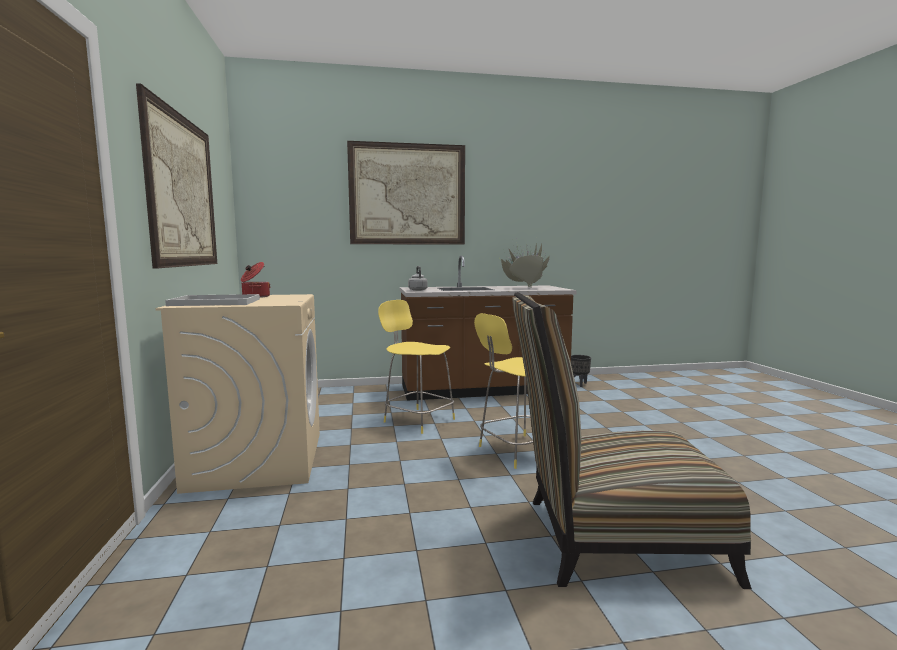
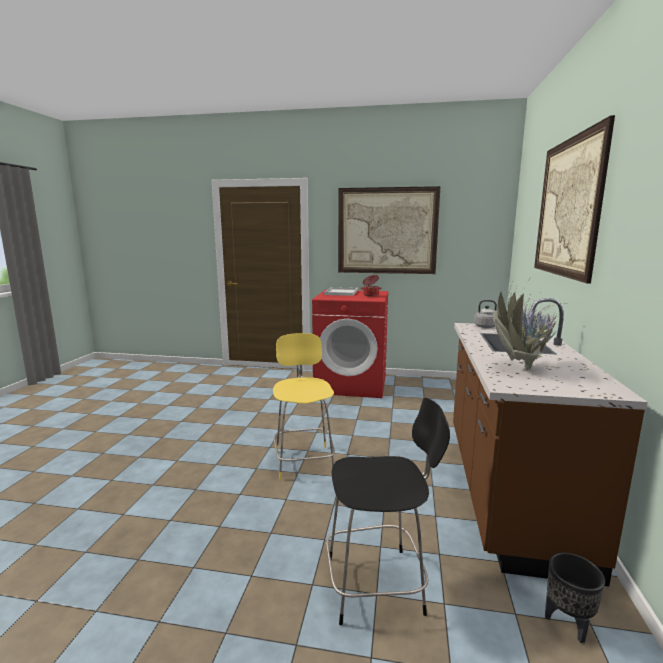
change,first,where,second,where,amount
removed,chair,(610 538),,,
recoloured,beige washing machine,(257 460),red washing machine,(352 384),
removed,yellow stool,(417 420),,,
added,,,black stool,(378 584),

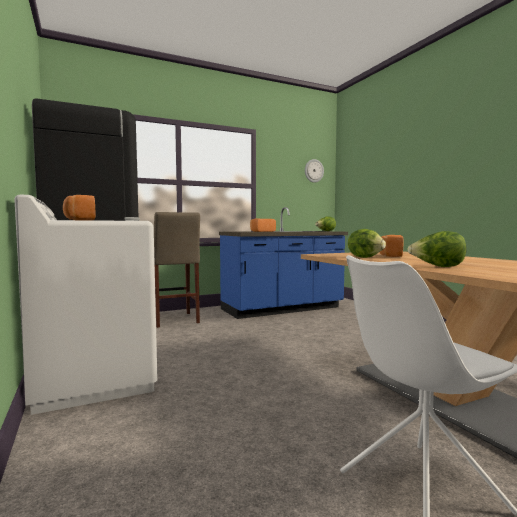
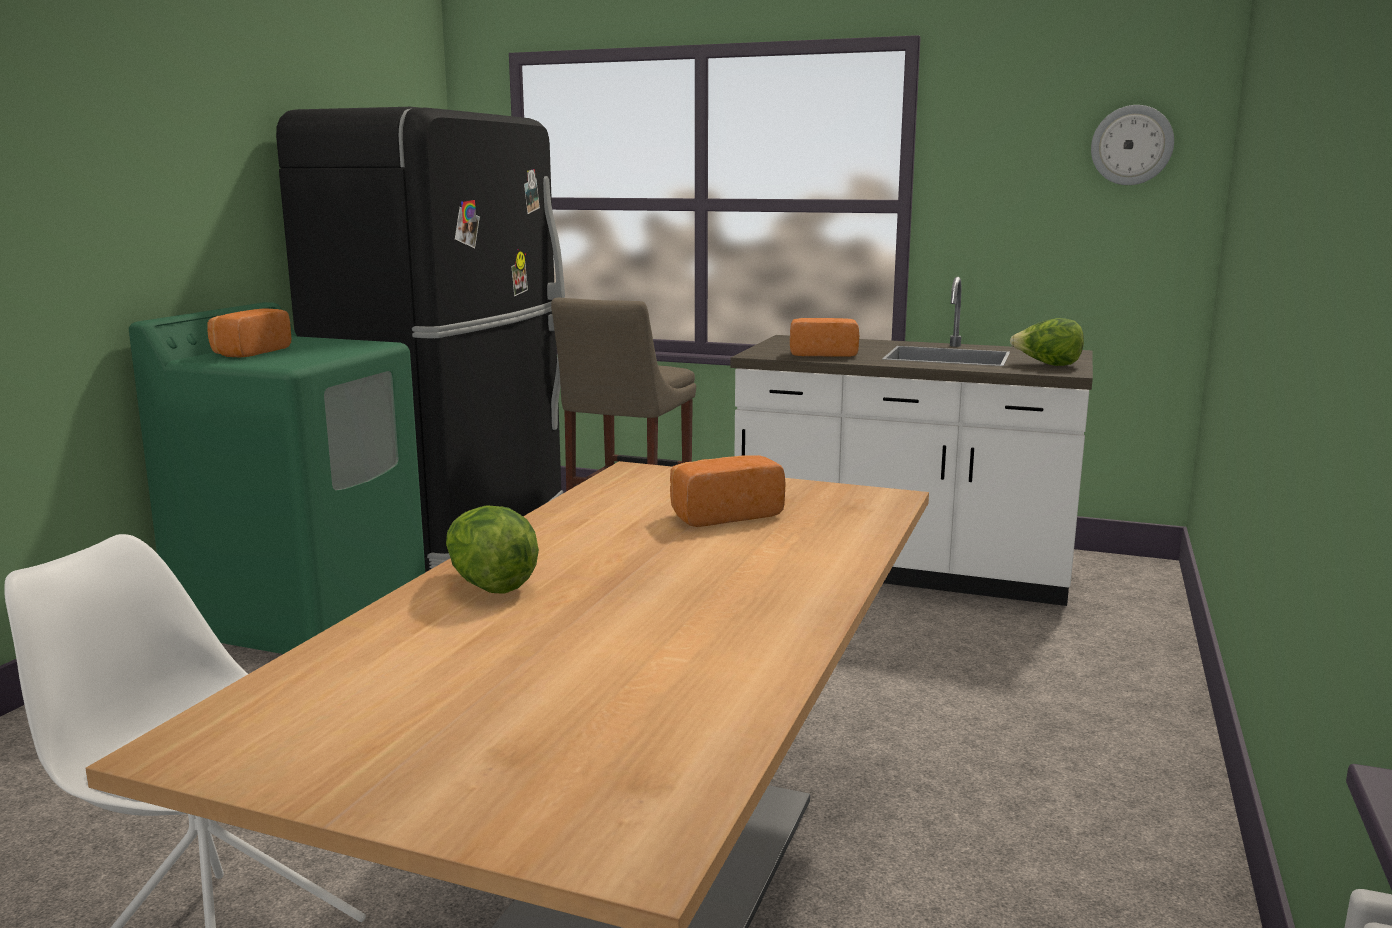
change,first,where,second,where,amount
recoloured,white washing machine,(94 380),green washing machine,(305 613),
recoloured,blue counter,(282 309),white counter,(903 568),
removed,lettuce,(365 257),,,

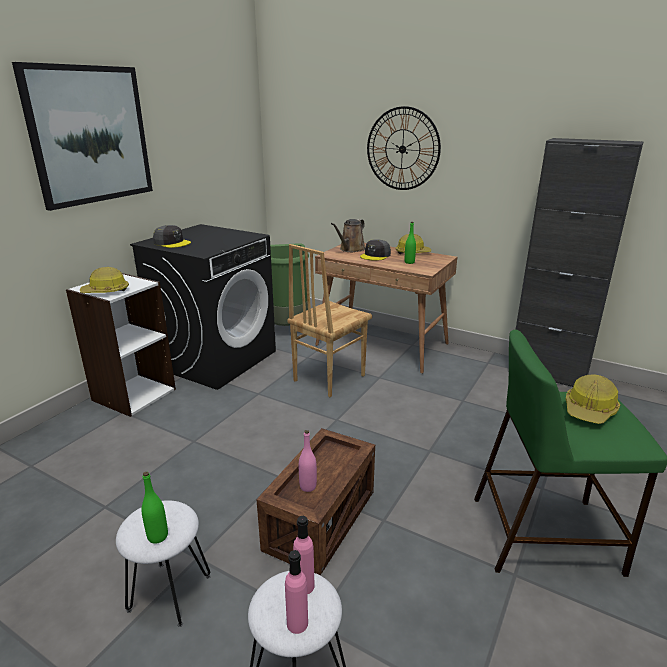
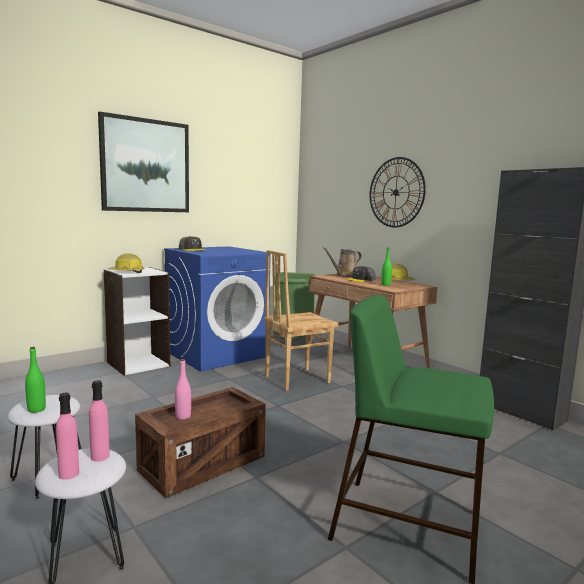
change,first,where,second,where,amount
recoloured,black washing machine,(216 359),blue washing machine,(217 354),
removed,hard hat,(589 410),,,

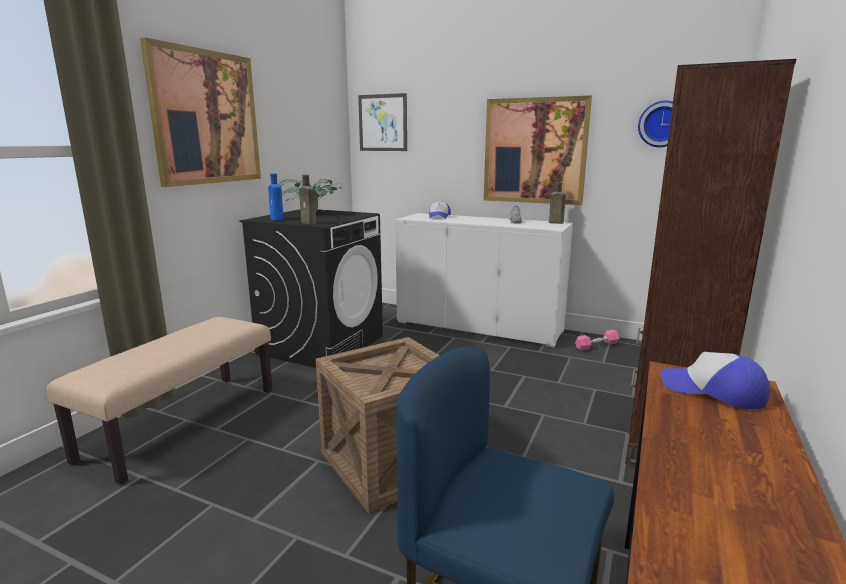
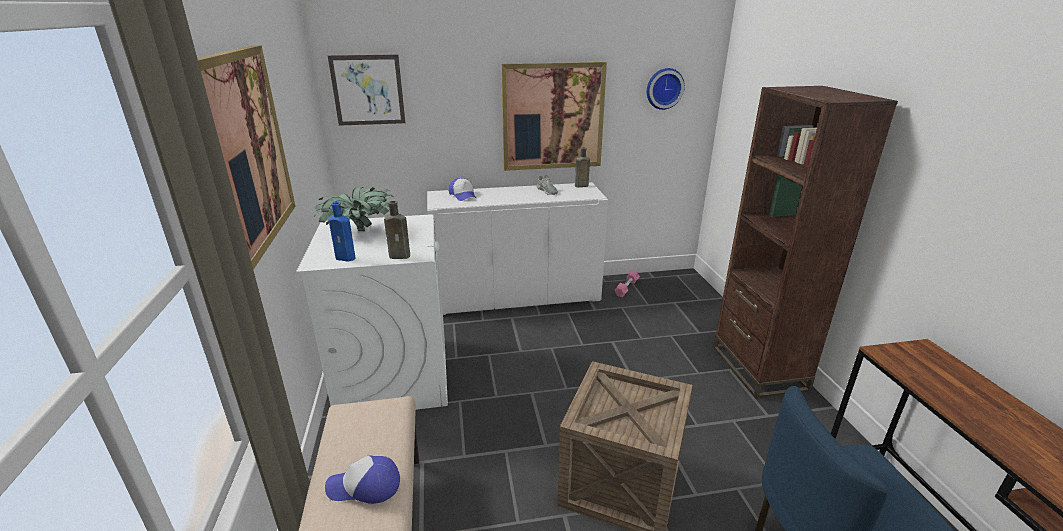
change,first,where,second,where,amount
recoloured,black washing machine,(322 345),white washing machine,(394 375),
moved,cap,(713 391),,(365 486),

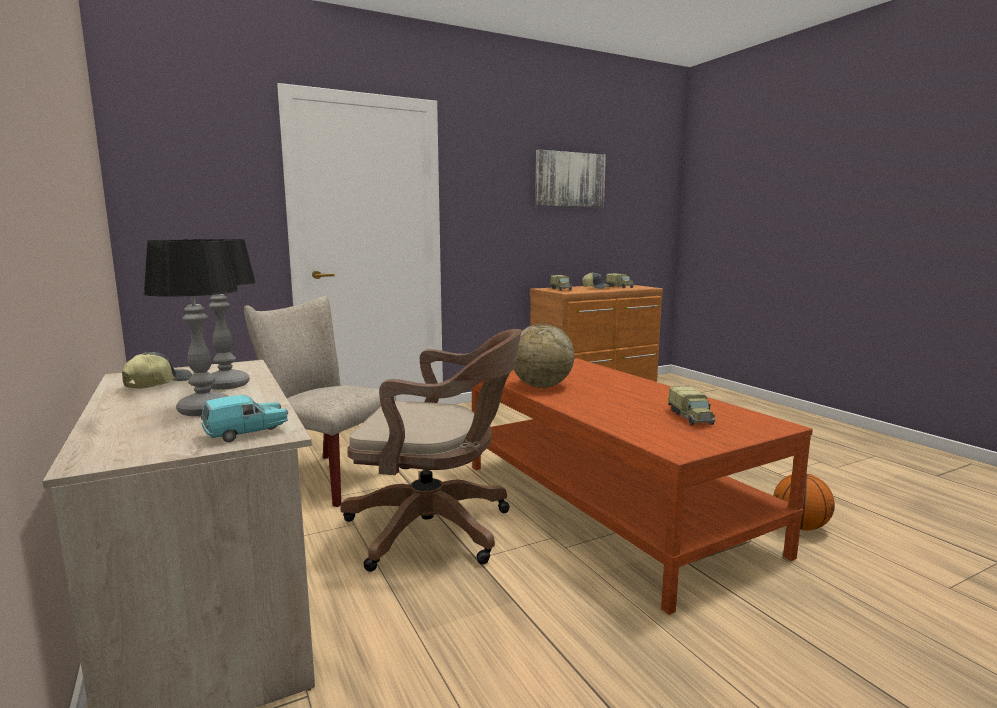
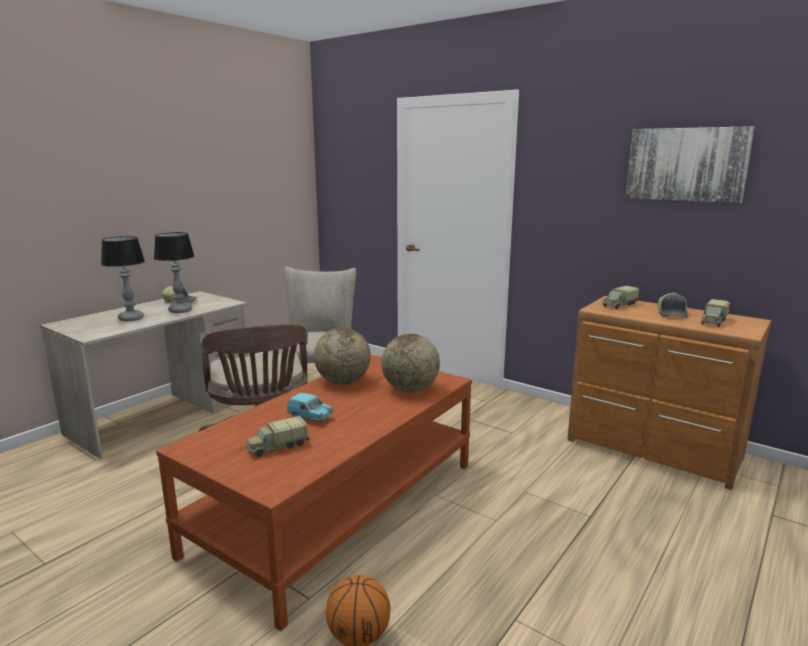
change,first,where,second,where,amount
moved,turquoise toy car,(246 433),,(310 417),
added,,,globe,(410 389),

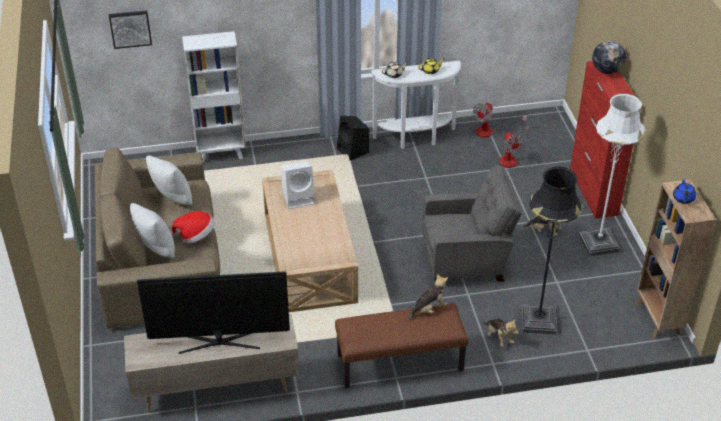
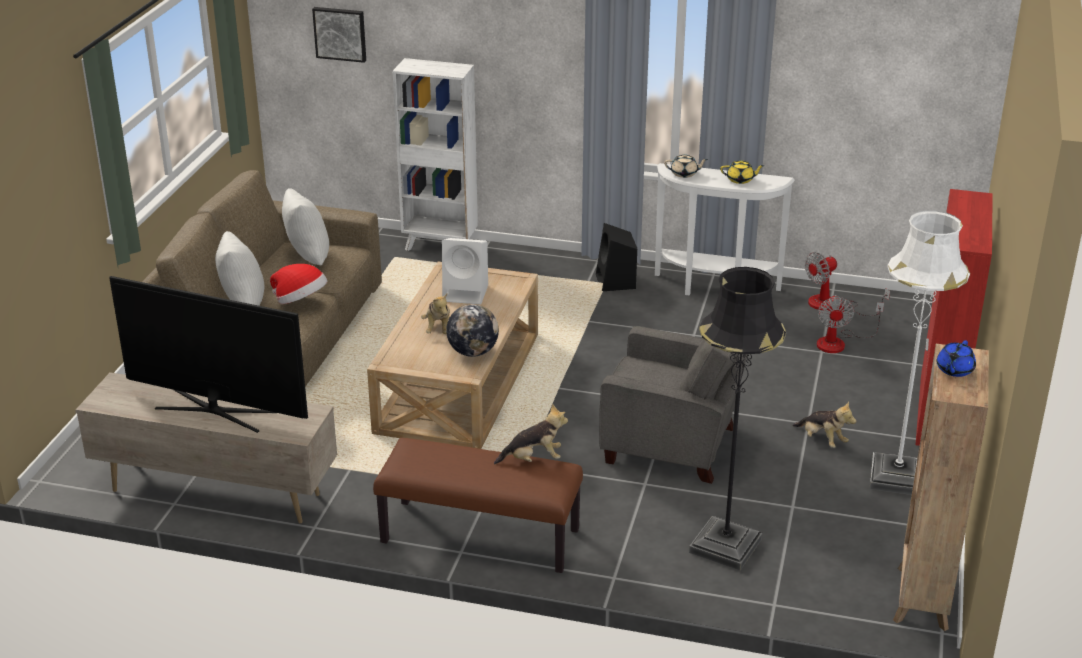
change,first,where,second,where,amount
moved,globe,(606 71),,(473 352),
moved,plush toy,(499 338),,(438 328),

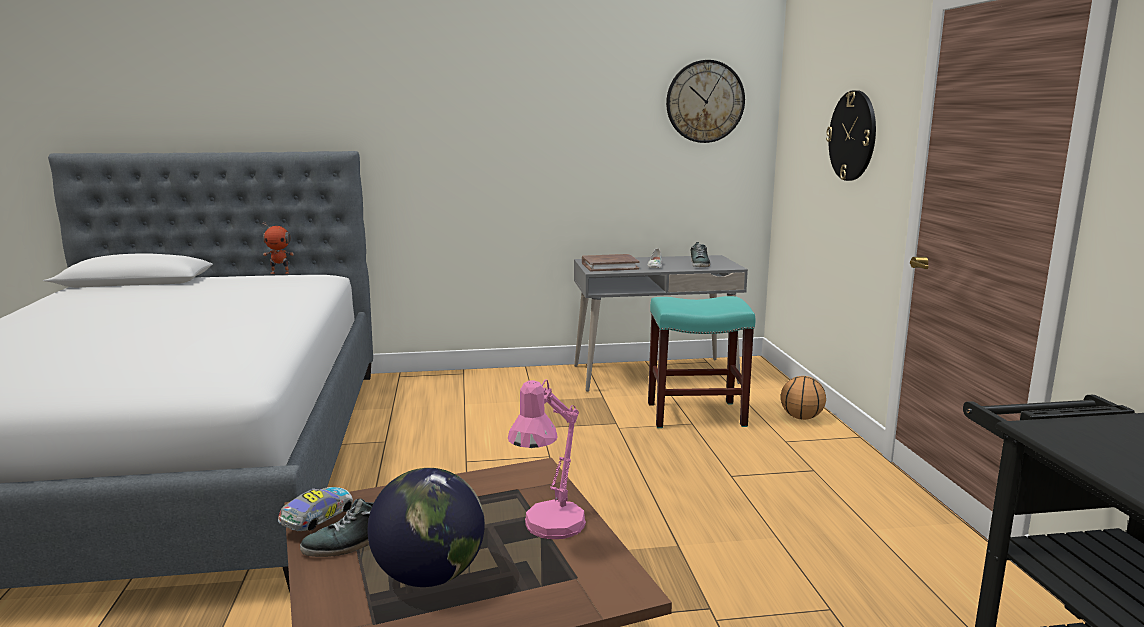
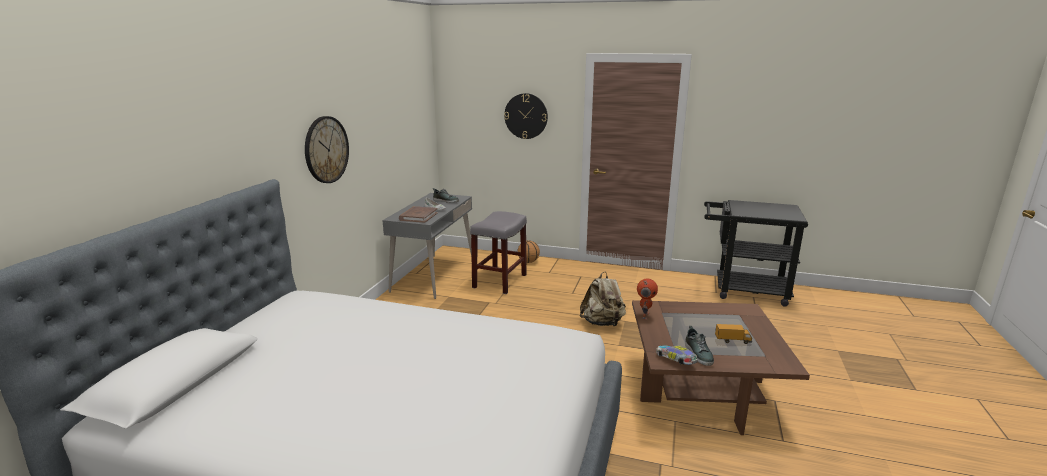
change,first,where,second,where,amount
moved,wall clock,(705 101),,(326 149),
moved,toy robot,(280 273),,(644 315),
recoloured,turquoise stool,(695 415),grey stool,(500 281),
removed,pink table lamp,(549 530),,,
replaced,globe,(430 576),toy truck,(732 341),
added,,,beige backpack,(602 323),

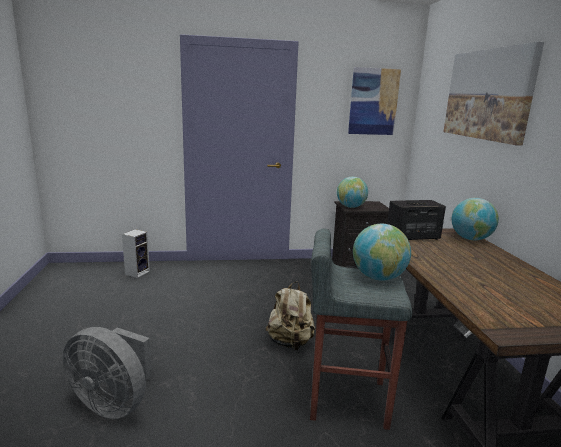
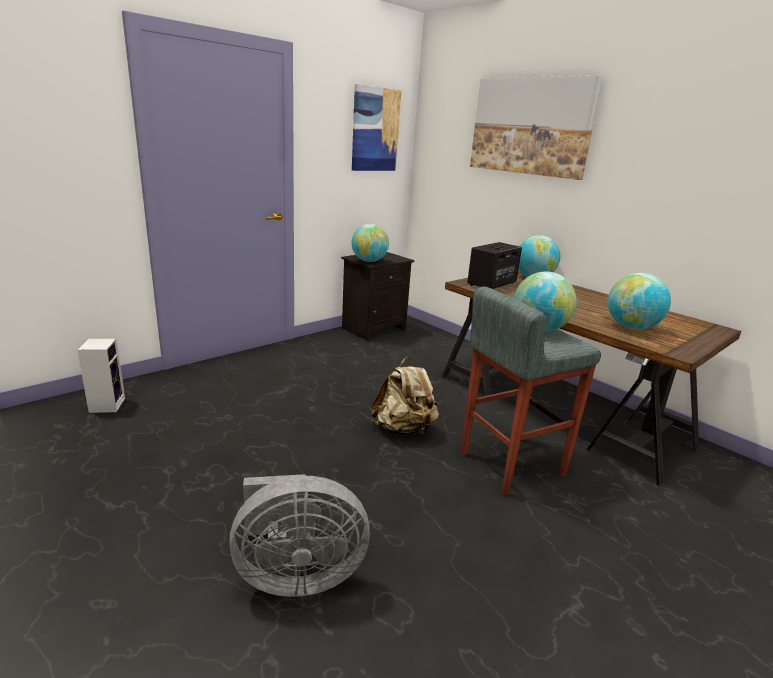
change,first,where,second,where,amount
added,,,globe,(631 327),

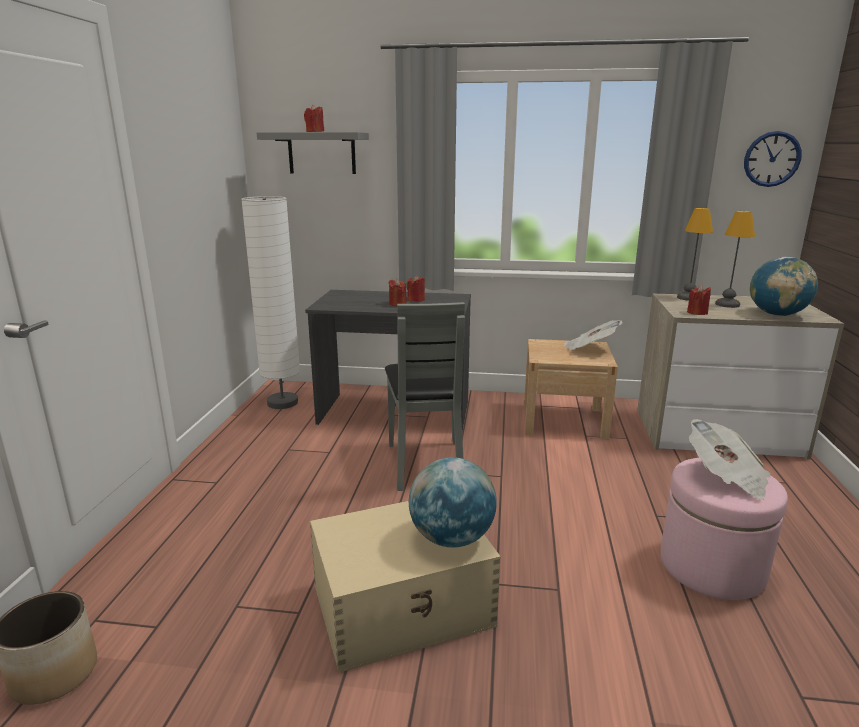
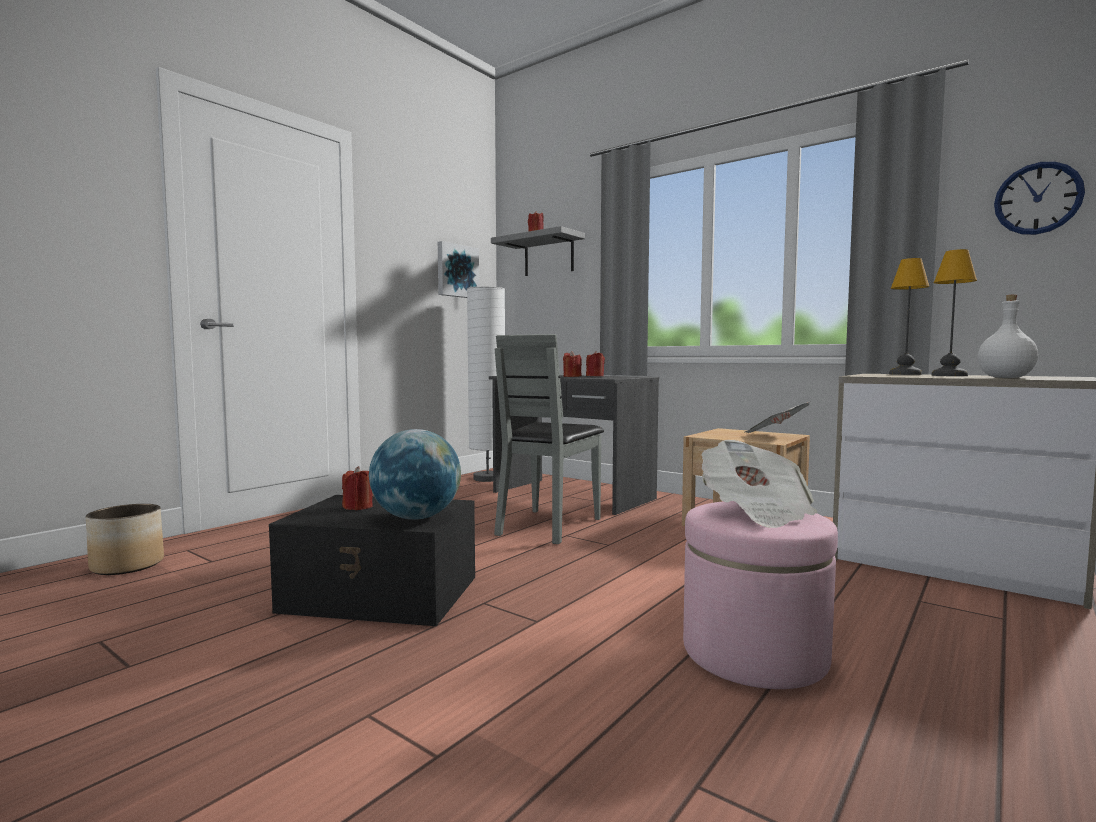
change,first,where,second,where,amount
replaced,globe,(777 315),white bottle,(1006 378),
moved,red candle,(697 313),,(358 507),
recoloured,beige storage box,(404 606),black storage box,(383 594),
added,,,picture,(456 271),

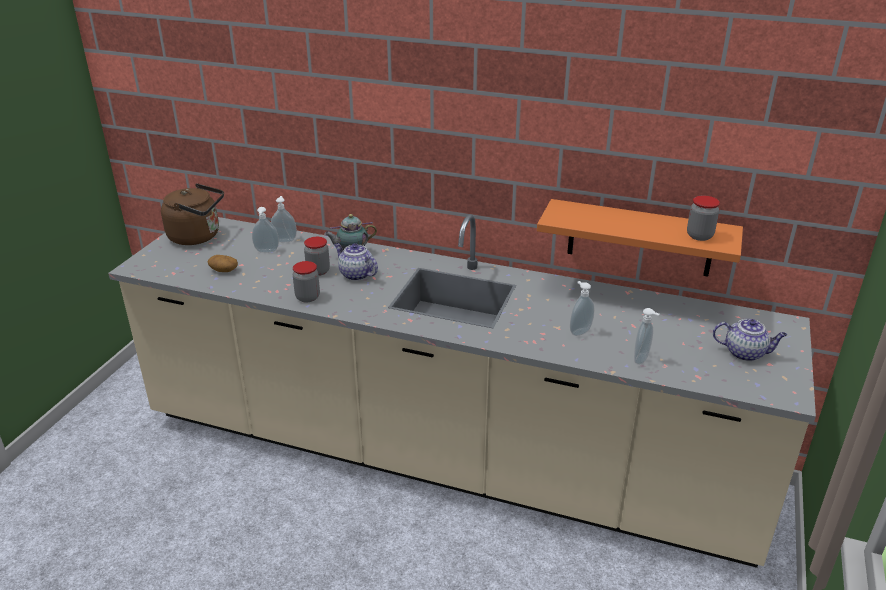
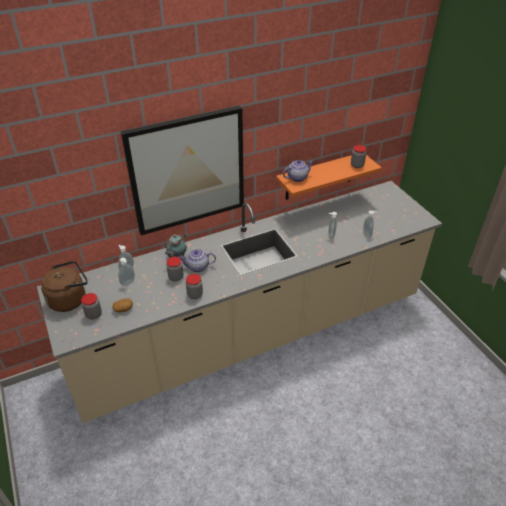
change,first,where,second,where,amount
moved,teapot,(745 353),,(297 177),
added,,,picture,(187 171),
added,,,jar,(94 314),

